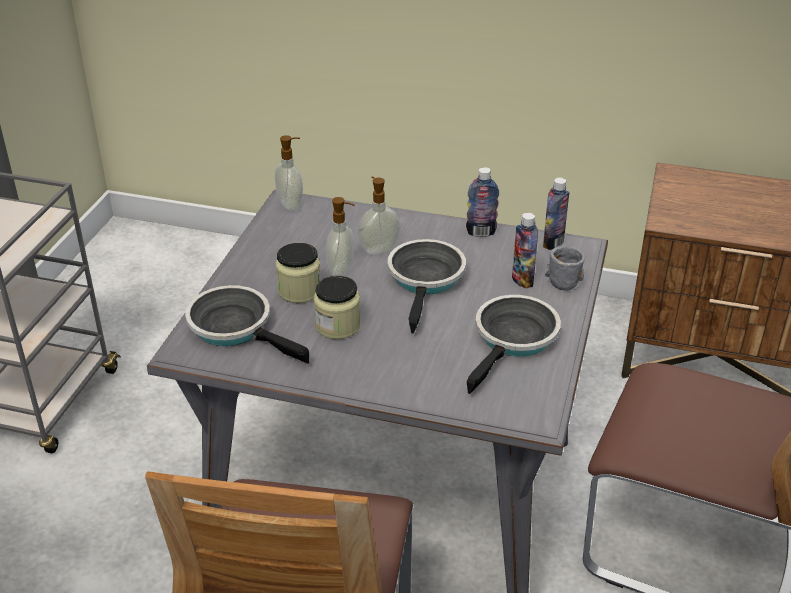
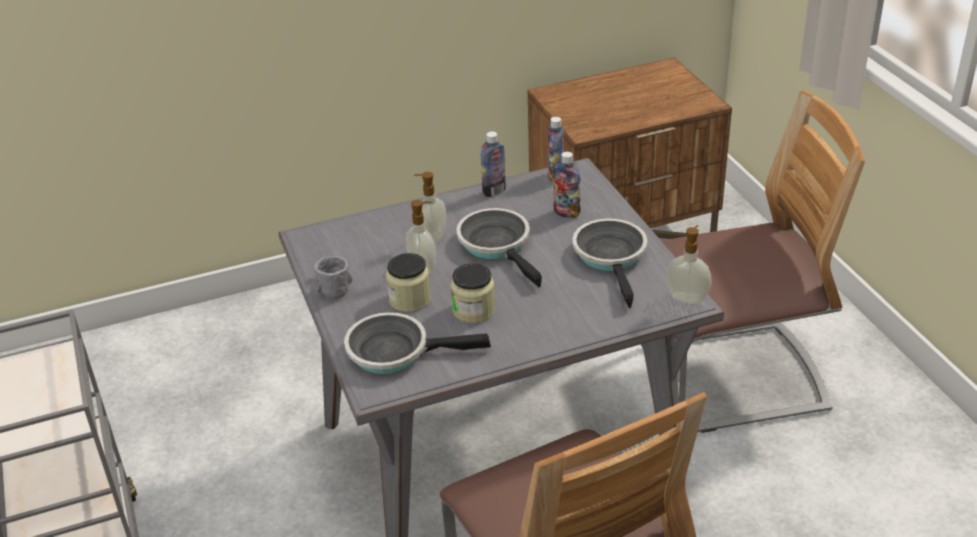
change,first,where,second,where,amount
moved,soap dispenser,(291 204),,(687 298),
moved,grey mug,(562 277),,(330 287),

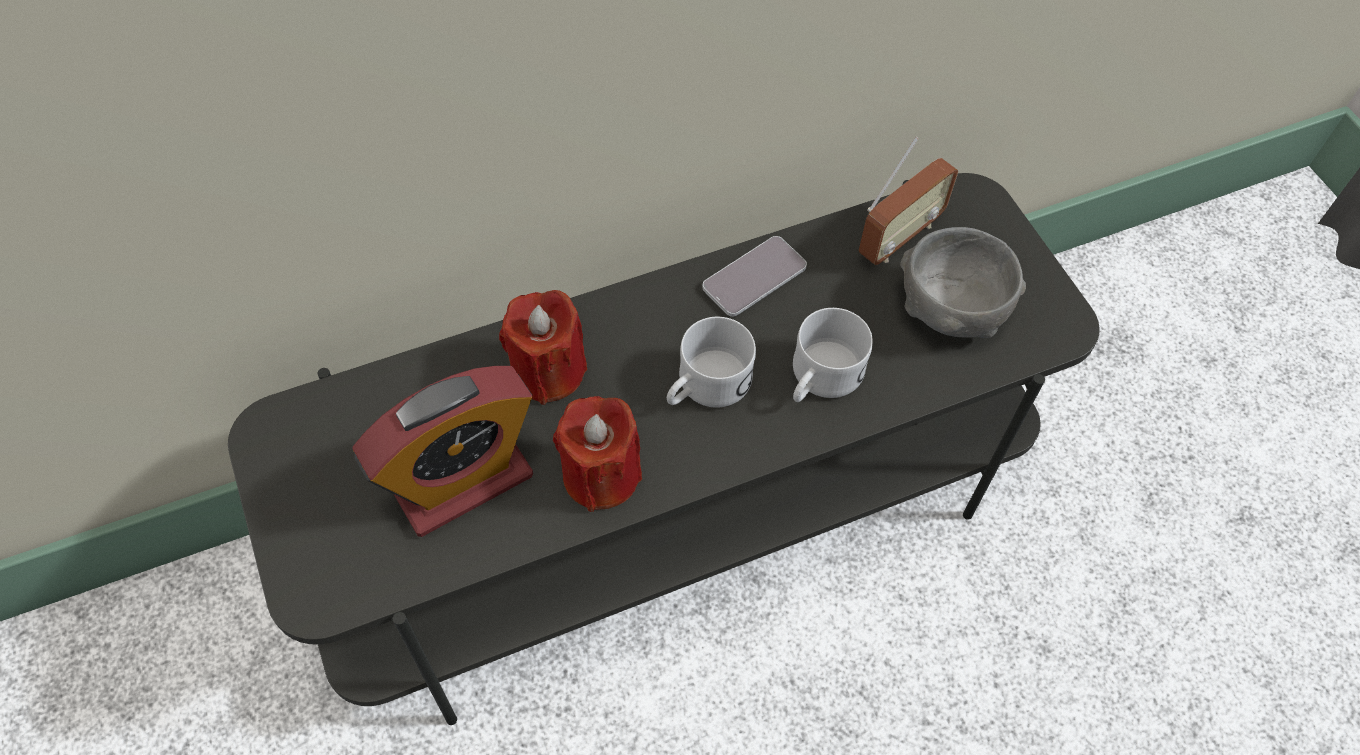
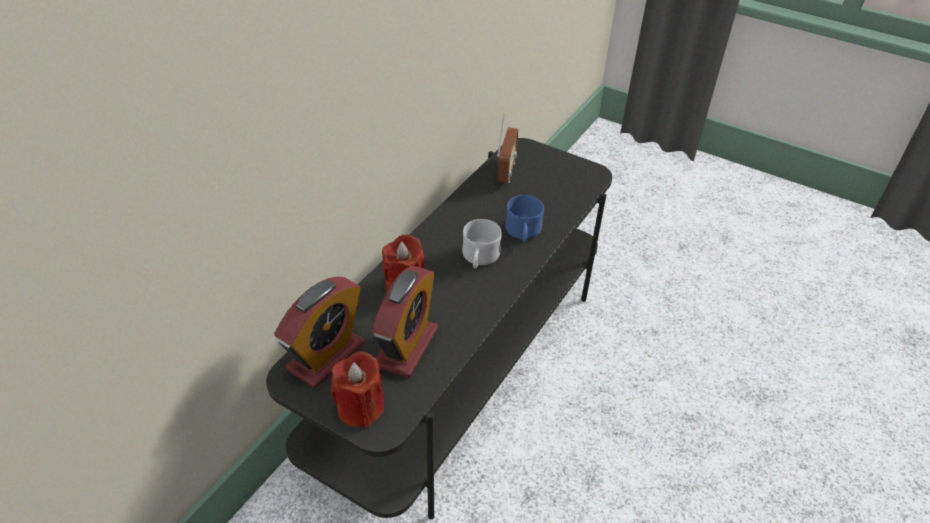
change,first,where,second,where,amount
removed,grey bowl,(951 310),,,
removed,phone,(754 277),,,
recoloured,white mug,(820 379),blue mug,(523 233),
moved,red candle,(601 475),,(360 408),
added,,,alarm clock,(326 356),

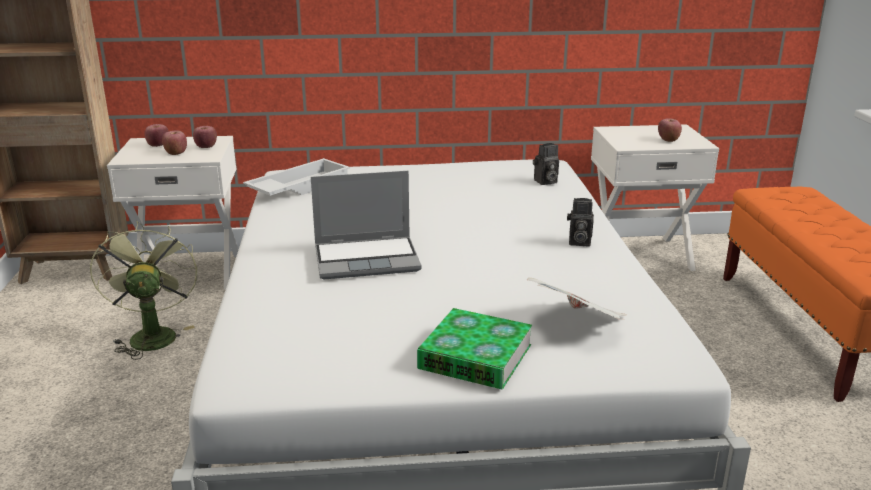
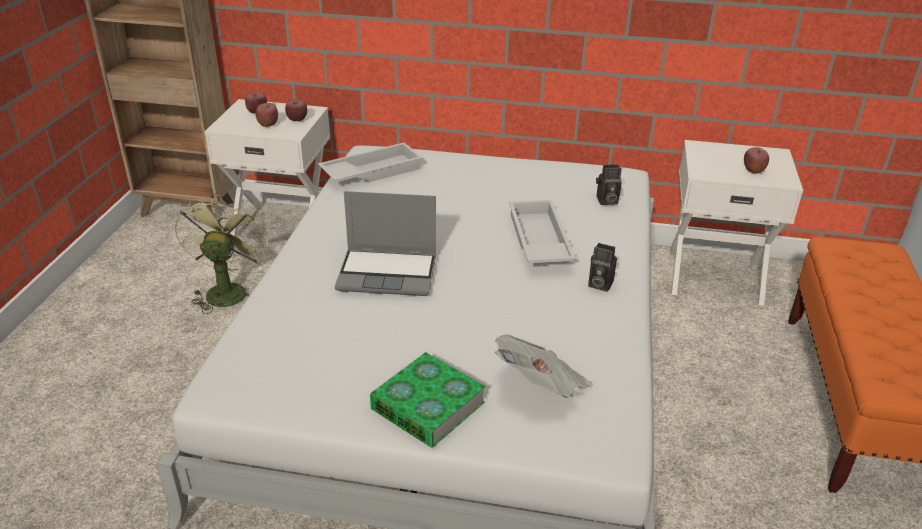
change,first,where,second,where,amount
added,,,white tray,(537 240),

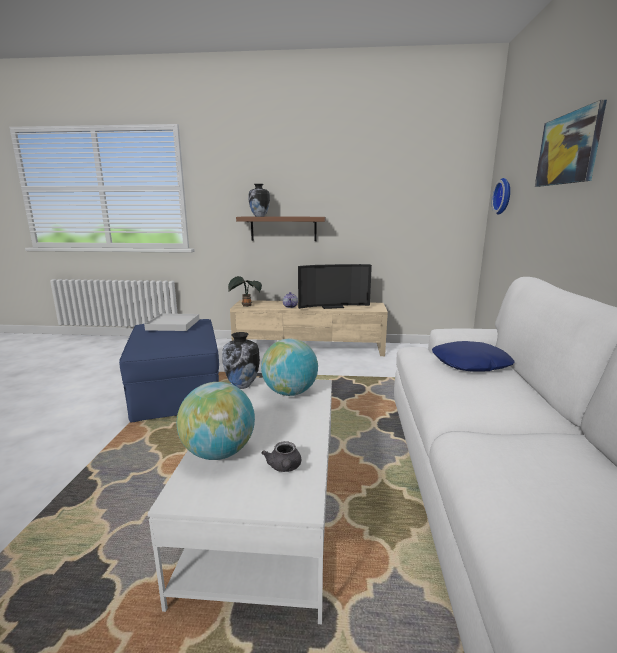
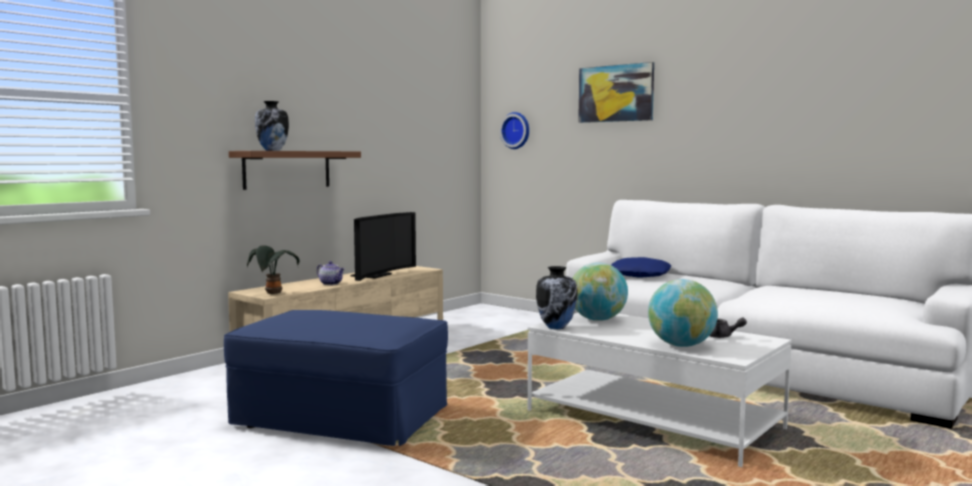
change,first,where,second,where,amount
removed,white tray,(173 324),,,

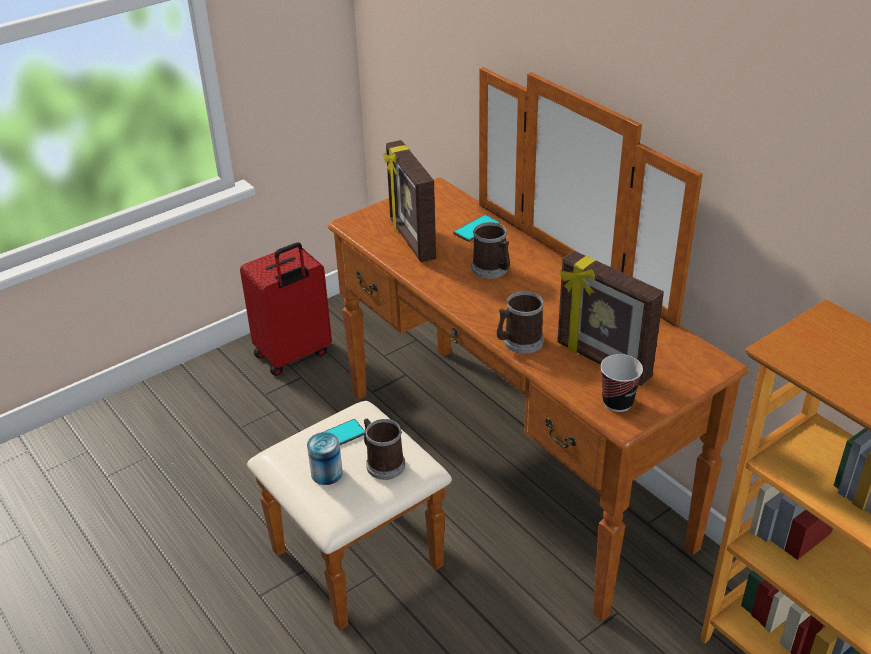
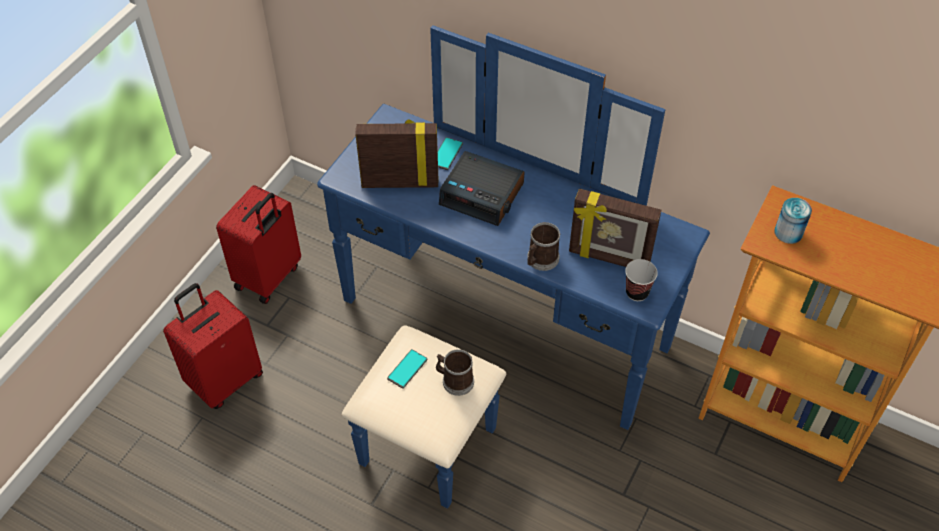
change,first,where,second,where,amount
recoloured,brown dresser,(479 486),blue dresser,(489 351),
turned,picture frame,(411 240),,(400 182),135 degrees clockwise
replaced,mug,(492 270),alarm clock,(483 194),
moved,can,(326 473),,(788 232),
added,,,red suitcase,(224 380),

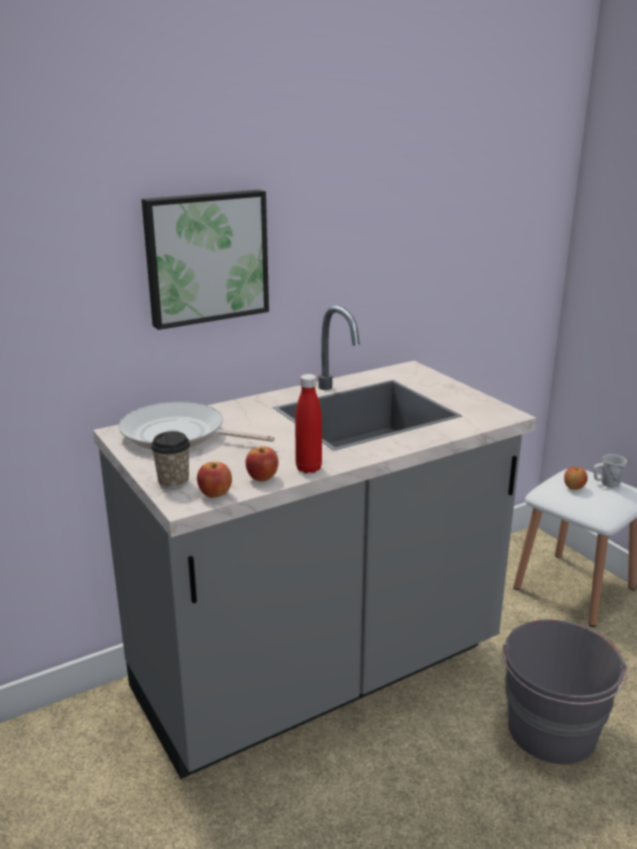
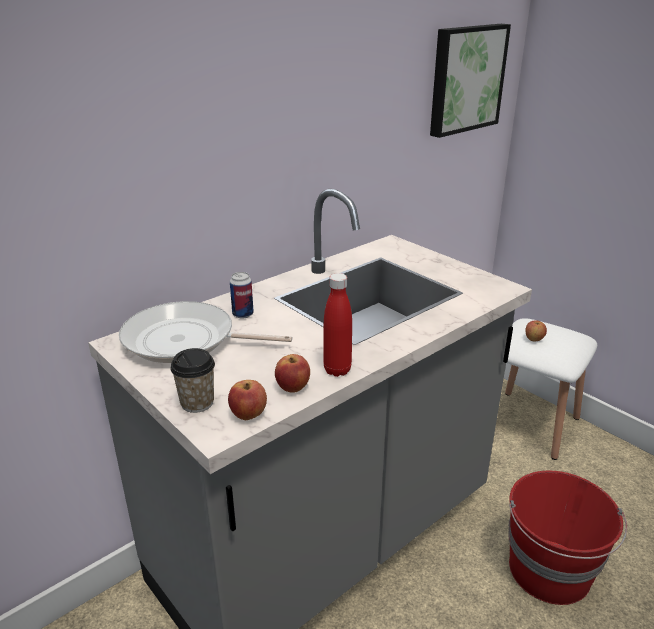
change,first,where,second,where,amount
moved,picture,(205 257),,(465 79),
removed,white mug,(606 483),,,
recoloured,grey bucket,(552 732),red bucket,(550 572),
added,,,can,(243 314),

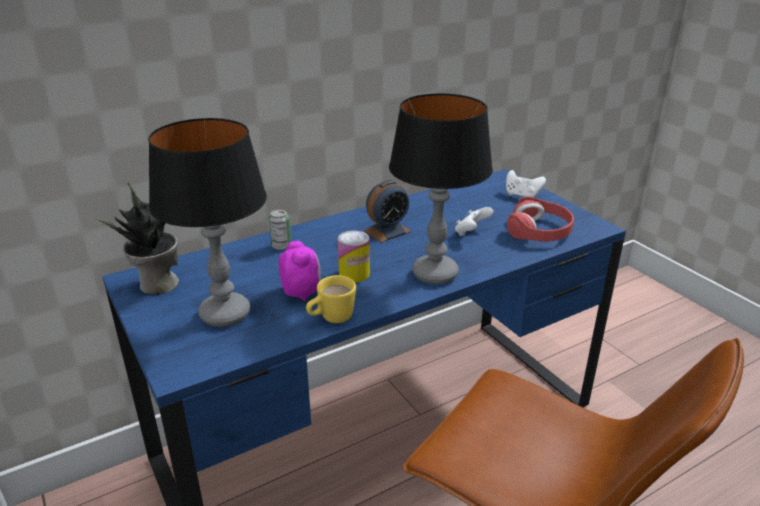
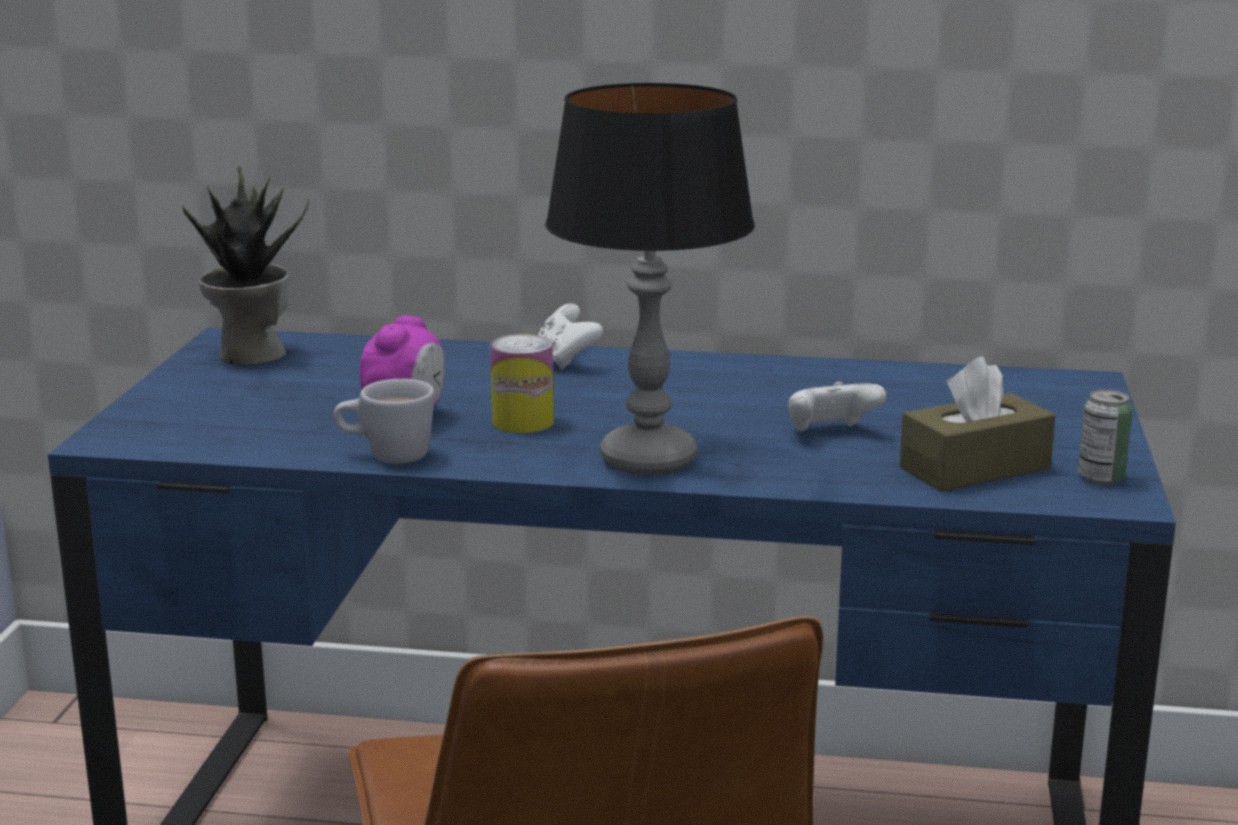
change,first,where,second,where,amount
removed,table lamp,(225 314),,,
moved,white game controller,(522 196),,(565 361),
removed,alarm clock,(387 231),,,
replaced,red headphones,(539 231),brown tissue box,(974 468),
moved,can,(281 246),,(1101 478),
recoloured,yellow mug,(331 319),white mug,(386 456),

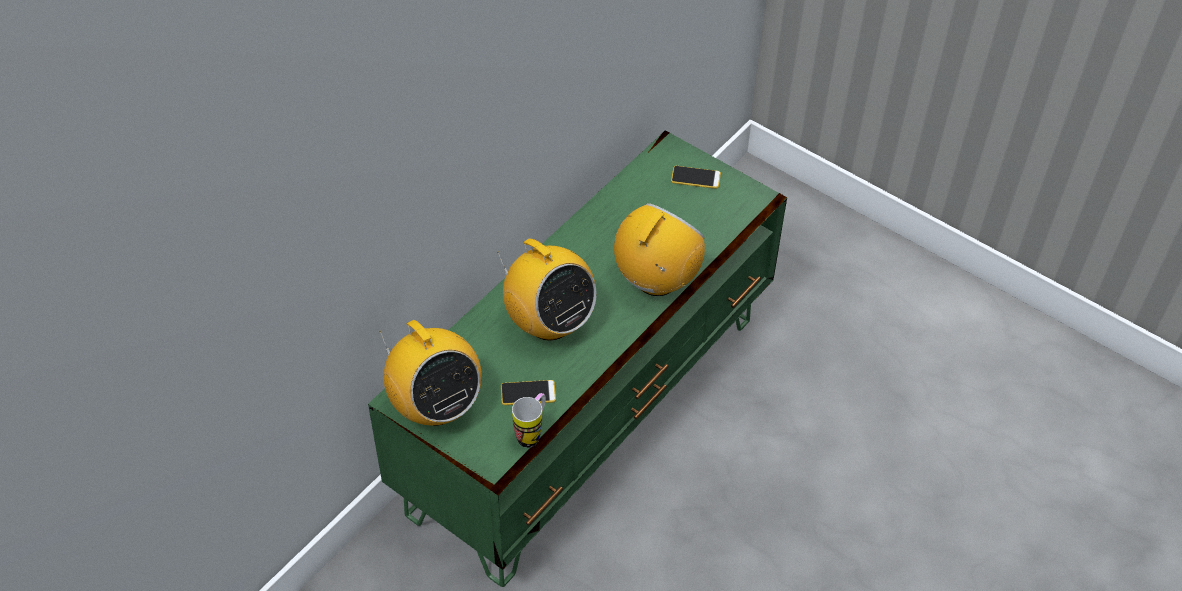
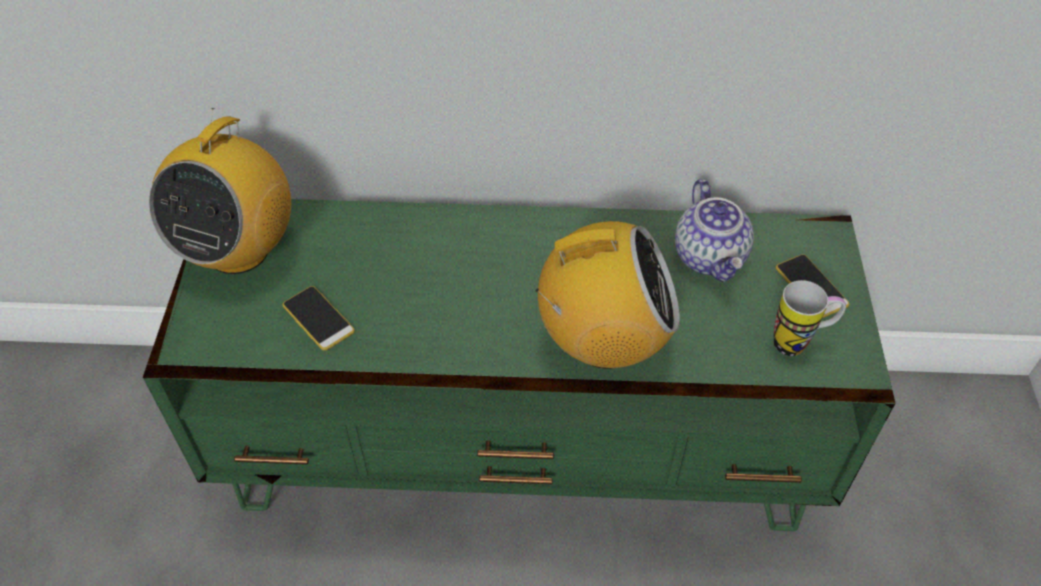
change,first,where,second,where,amount
removed,radio,(549 323),,,
moved,mug,(532 433),,(799 343),
added,,,teapot,(711 257),

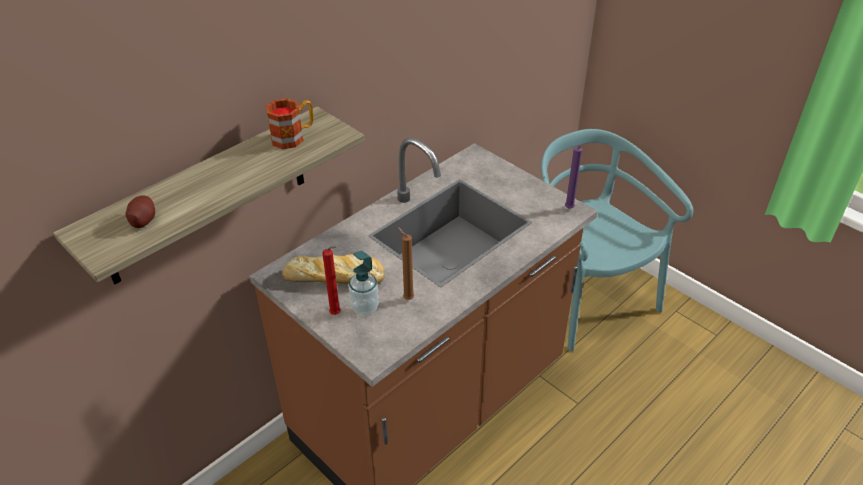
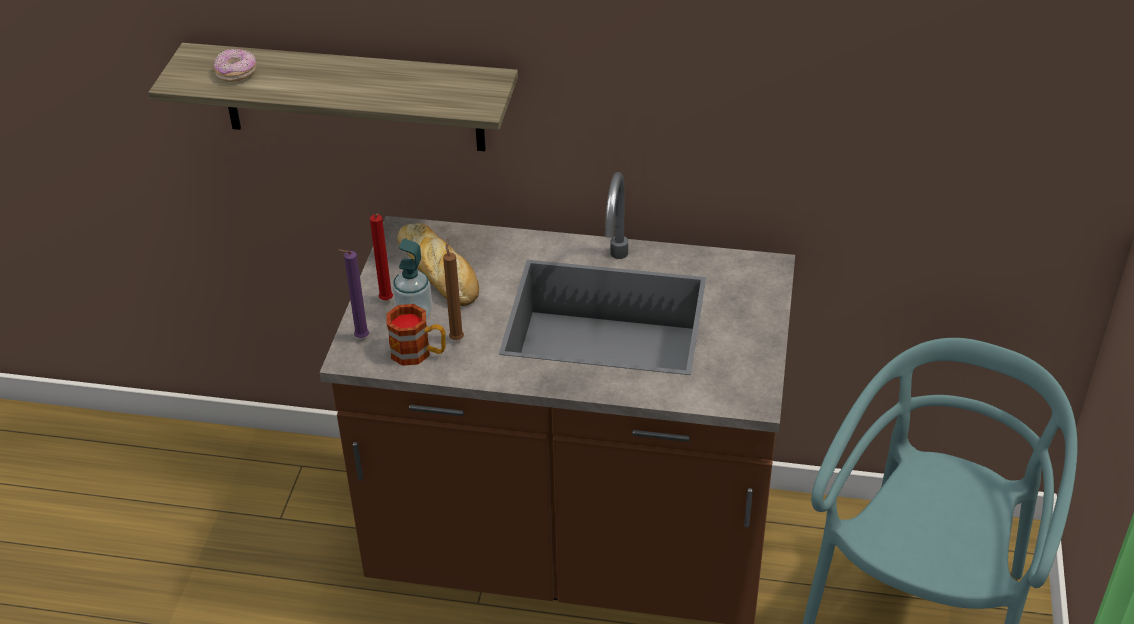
change,first,where,second,where,amount
moved,mug,(294 137),,(419 353),
moved,purple candle,(569 209),,(360 338),
replaced,potato,(143 220),donut,(236 74),

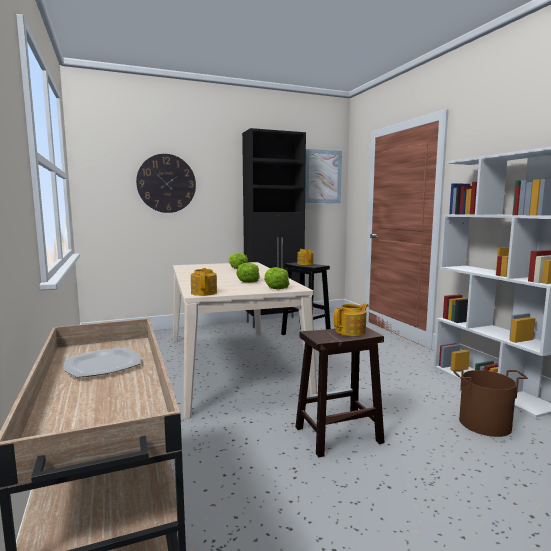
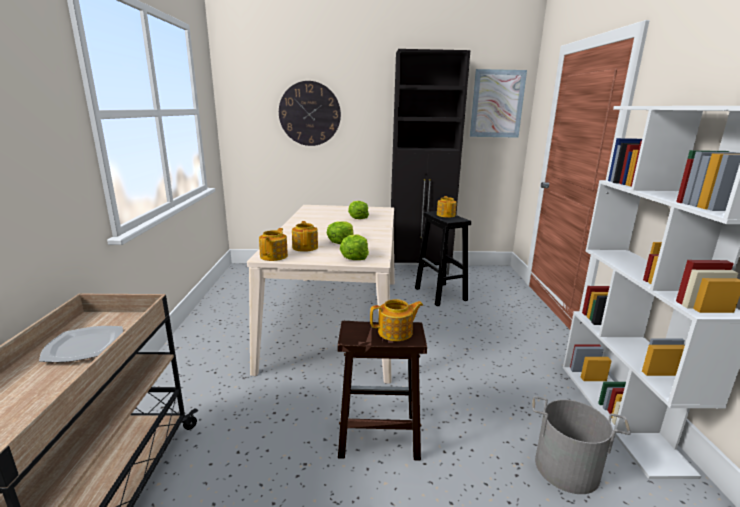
change,first,where,second,where,amount
recoloured,brown bucket,(485 424),grey bucket,(566 469),
added,,,teapot,(305 247),

